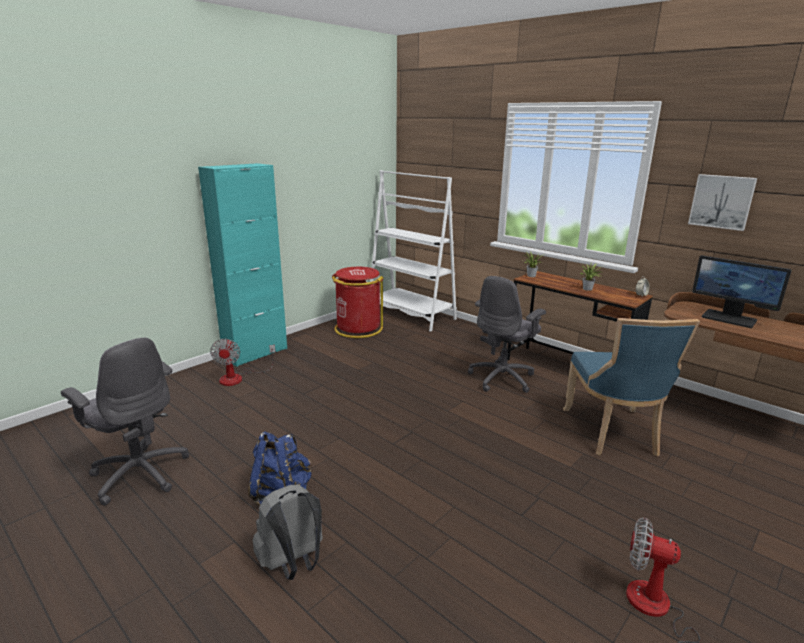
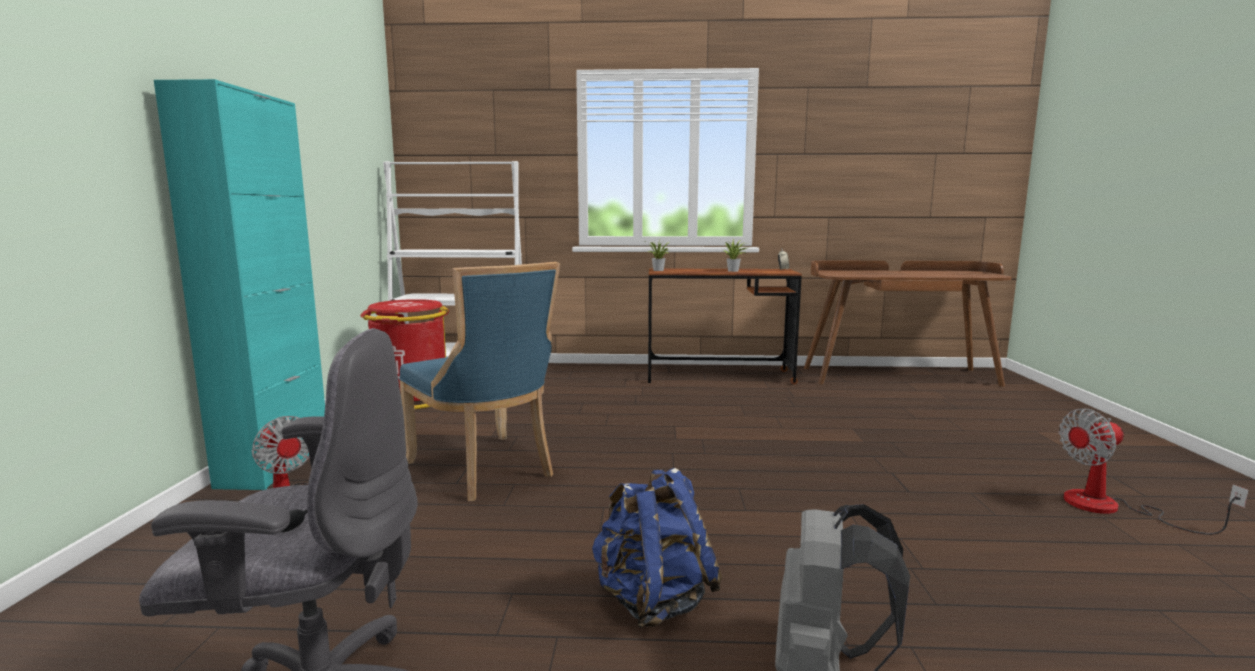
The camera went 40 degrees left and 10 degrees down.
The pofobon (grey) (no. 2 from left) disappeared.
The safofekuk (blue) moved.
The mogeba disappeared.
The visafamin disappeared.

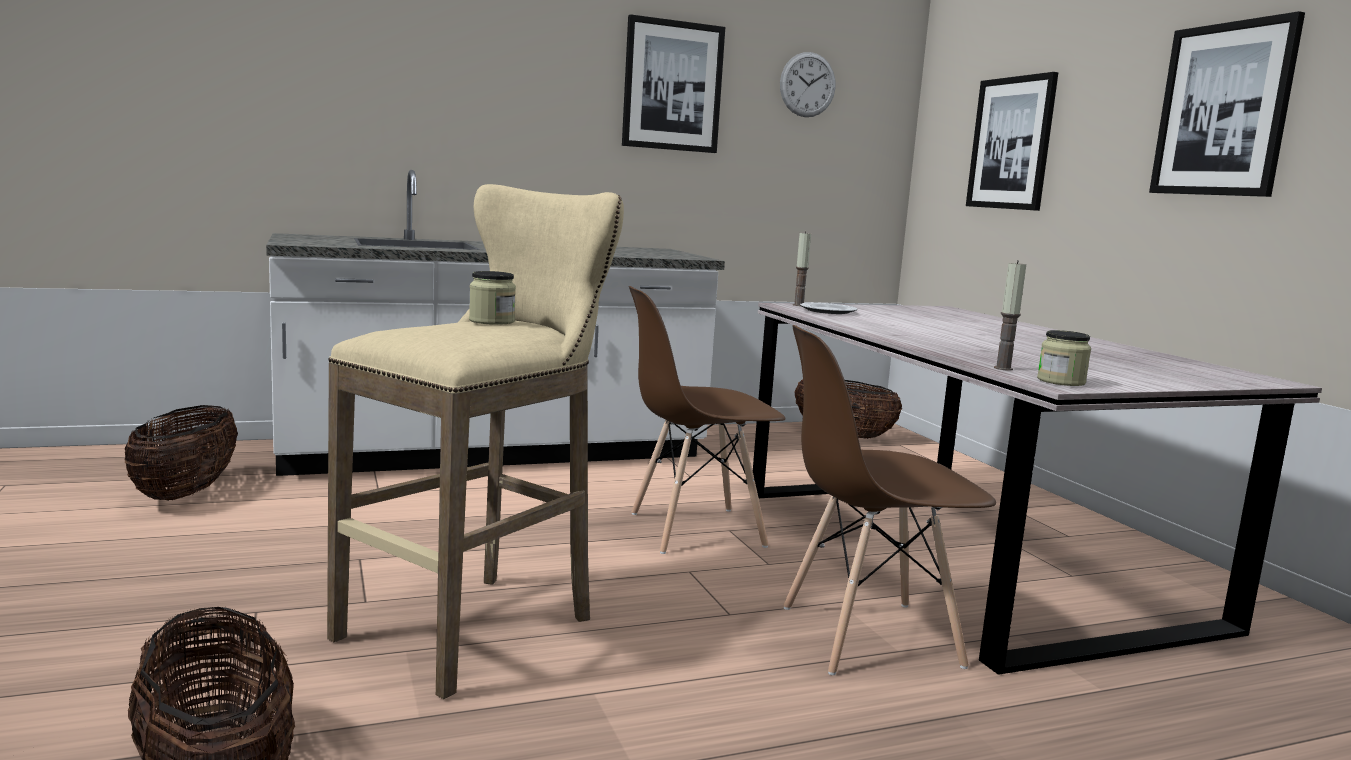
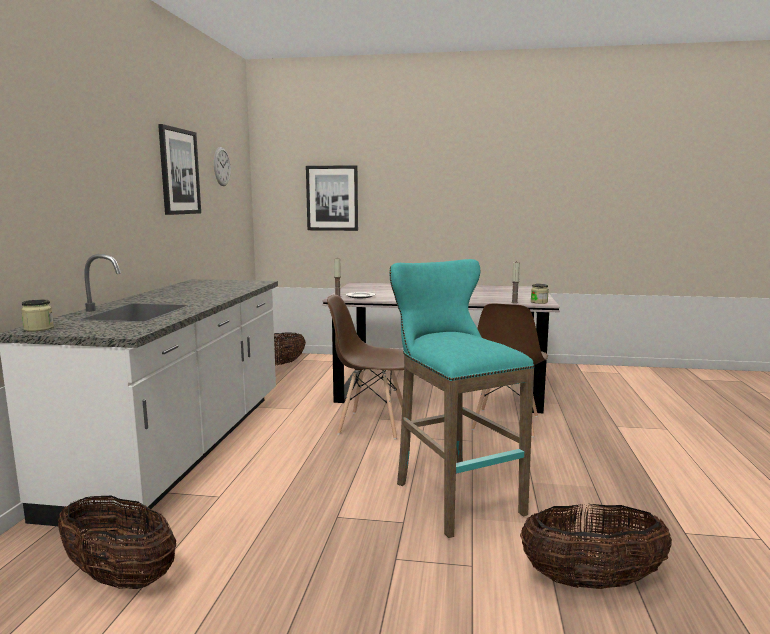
The camera went 60 degrees left and 0 degrees up.
The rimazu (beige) became the rimazu (turquoise).
The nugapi (no. 1 from left) moved.
The safofekuk (brown) (no. 1 from left) turned 90 degrees clockwise.
The mogeba (no. 3 from left) disappeared.

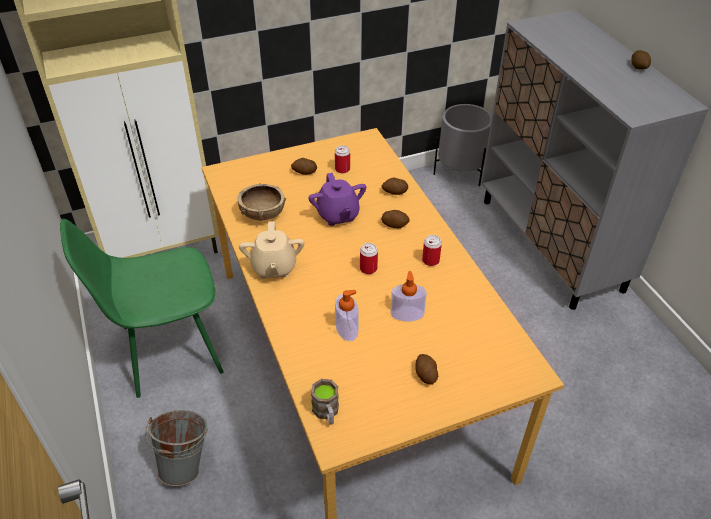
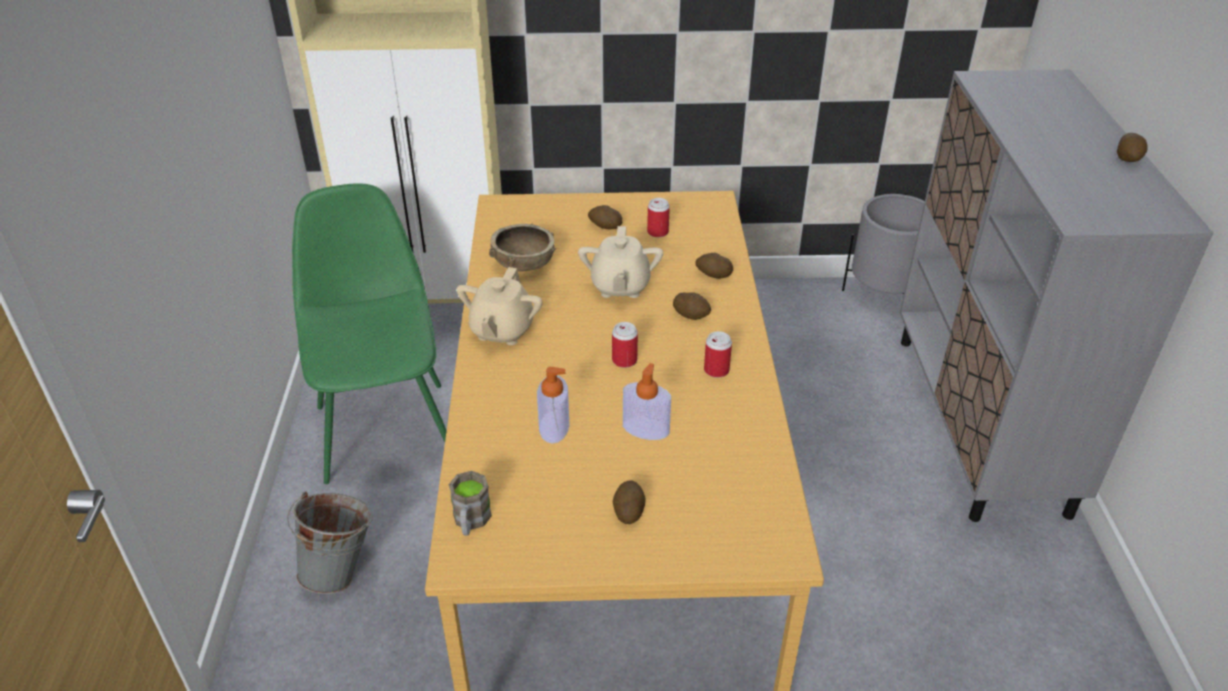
The camera went 20 degrees right and 5 degrees down.
The safofekuk (green) turned 75 degrees clockwise.
The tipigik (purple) became the tipigik (beige) (no. 2 from left).

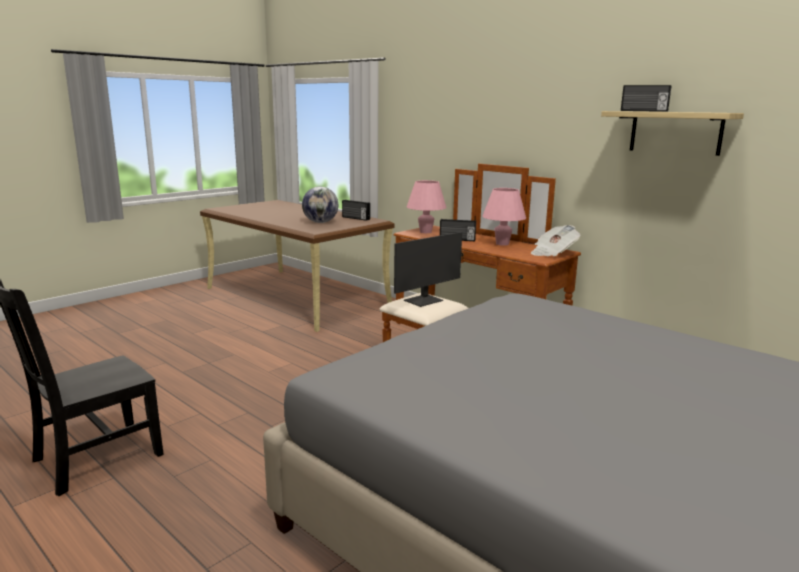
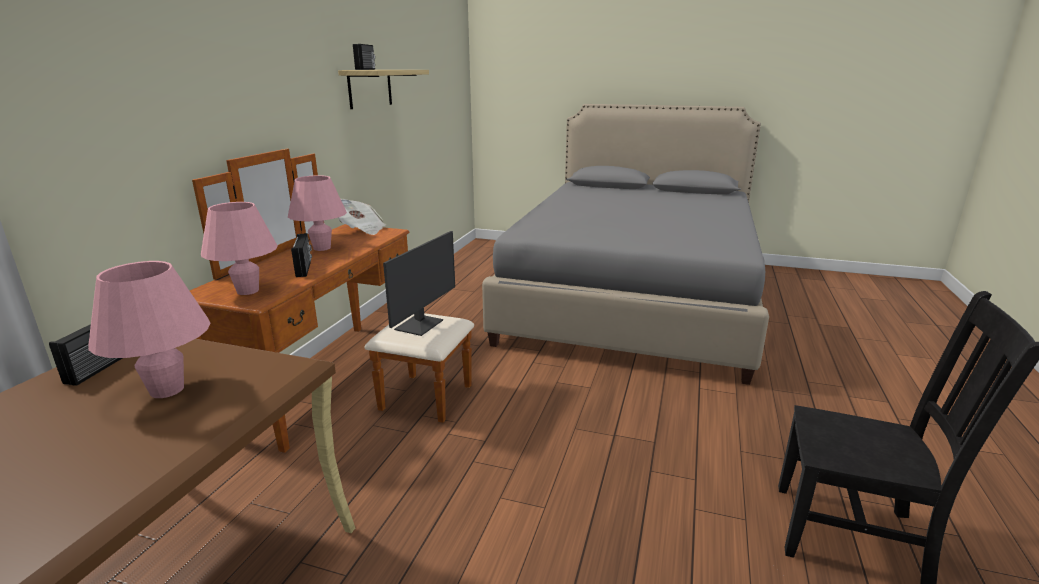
The camera went 115 degrees left and 5 degrees up.
The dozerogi was replaced by the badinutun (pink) (no. 1 from left).
The visafamin turned 90 degrees clockwise.

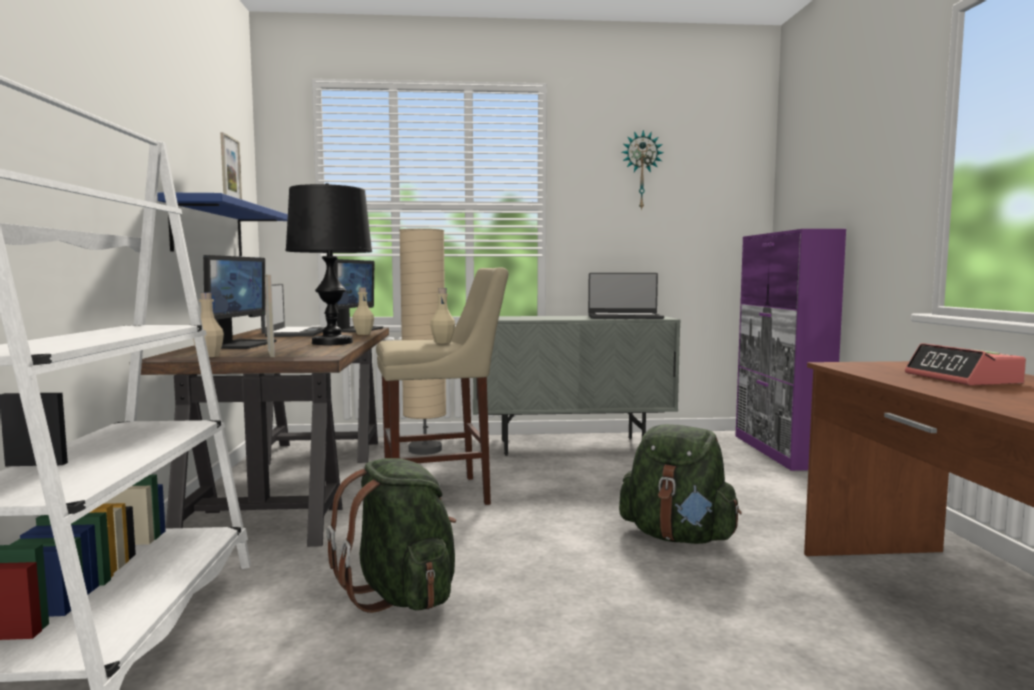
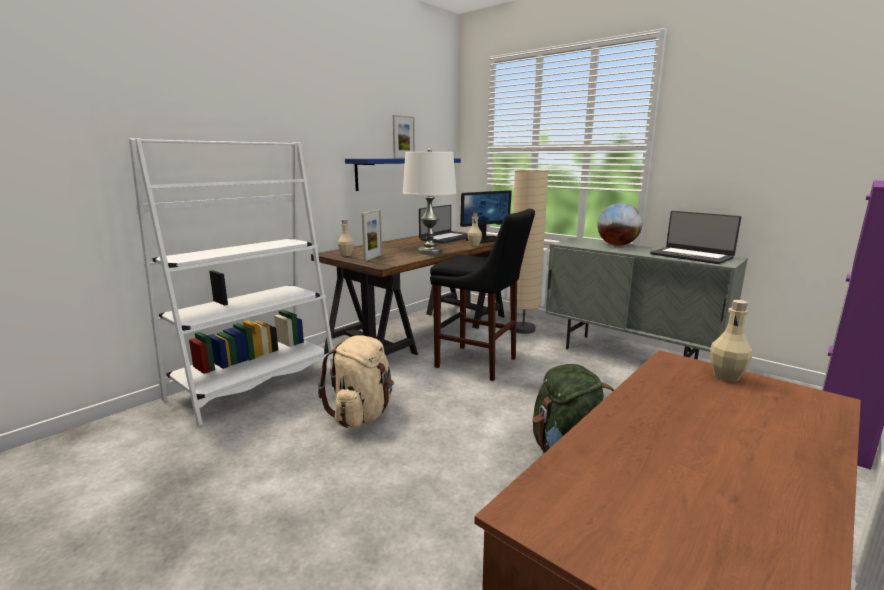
The camera went 45 degrees right and 10 degrees up.
The visafamin (no. 1 from left) disappeared.
The badinutun (black) became the badinutun (white).
The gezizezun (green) (no. 1 from left) became the gezizezun (beige).
The rimazu (beige) became the rimazu (black).
The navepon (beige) (no. 3 from left) moved.
The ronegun disappeared.
The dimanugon disappeared.
The dozerogi appeared.

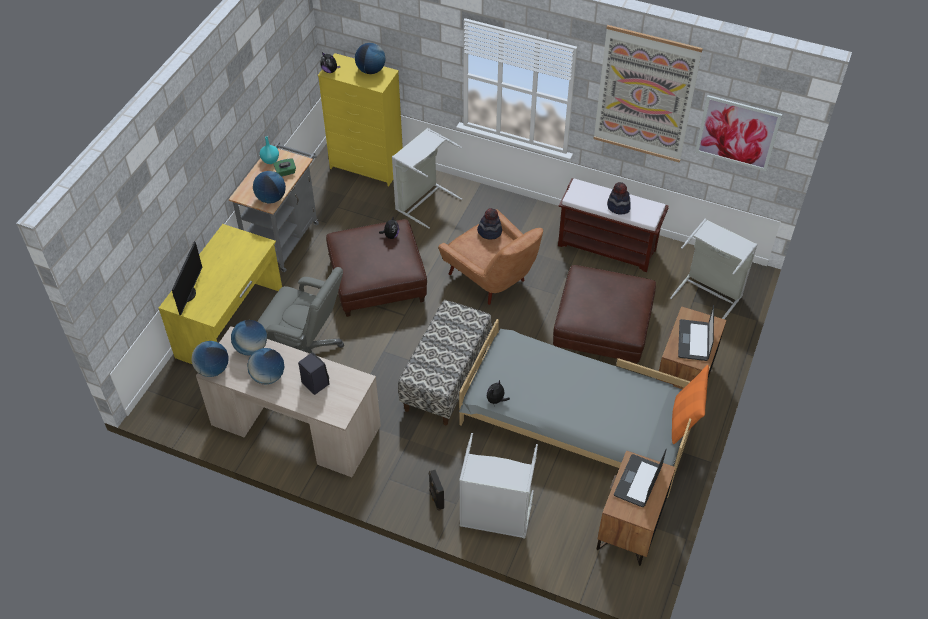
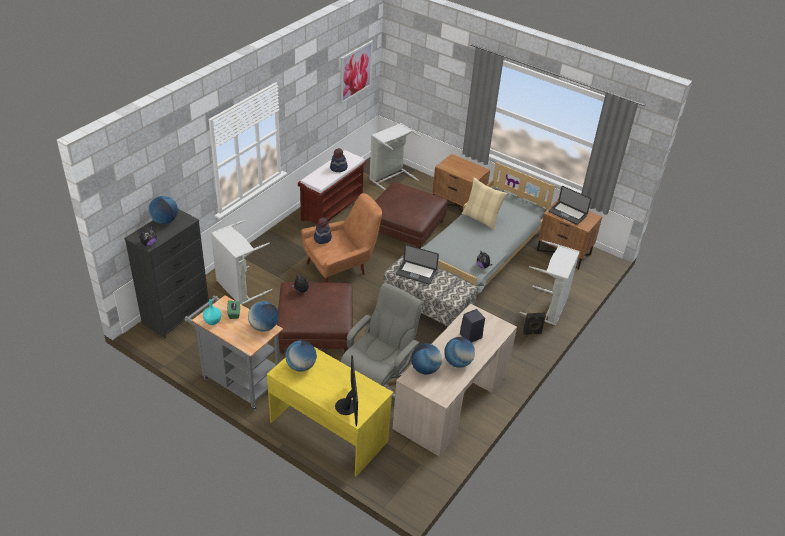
The camera went 80 degrees left and 10 degrees down.
The visafamin turned 60 degrees clockwise.
The dozerogi (no. 1 from left in the first image) moved.
The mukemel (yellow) became the mukemel (black).
The mogeba (no. 1 from left) disappeared.
The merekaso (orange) disappeared.
The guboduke (no. 2 from left in the first image) moved.
The merekaso (beige) appeared.

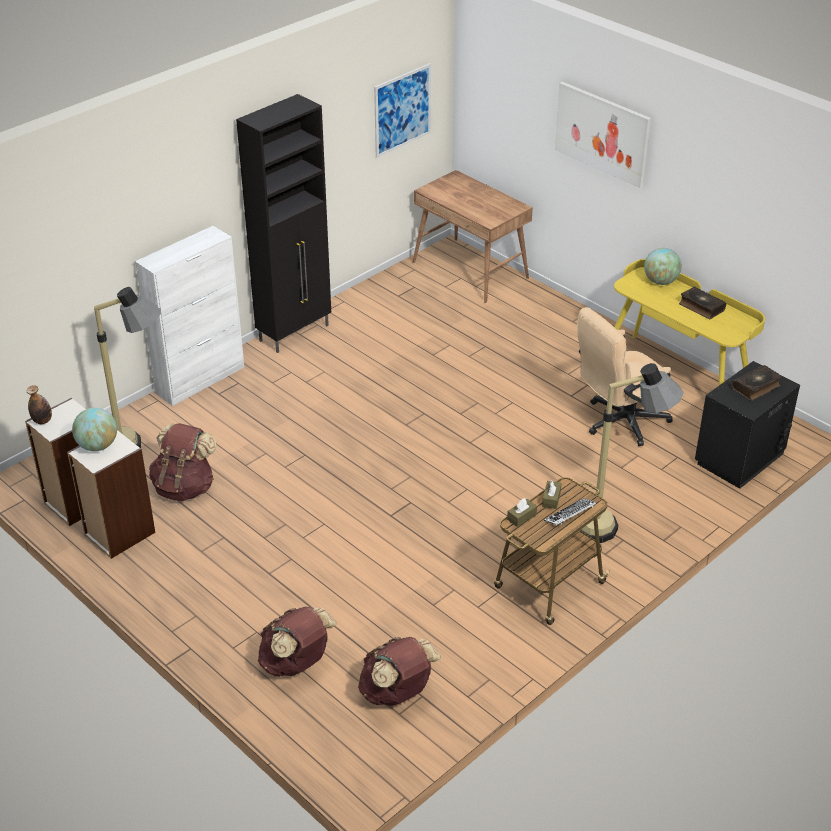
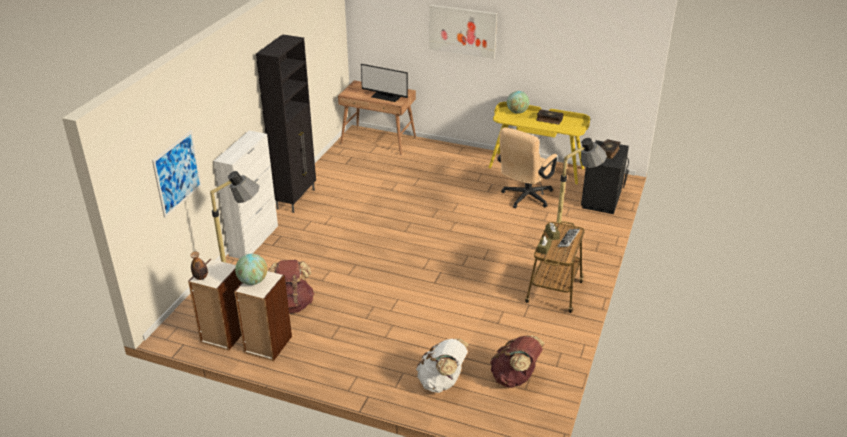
The camera went 25 degrees left and 5 degrees down.
The gezizezun (brown) (no. 2 from left) became the gezizezun (white).
The mogeba (no. 1 from left) moved.
The visafamin appeared.

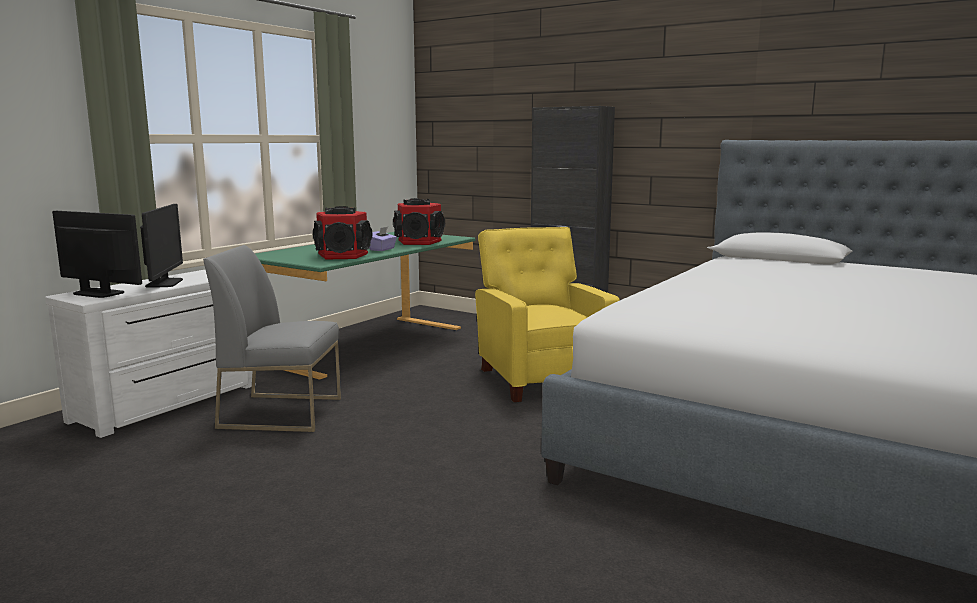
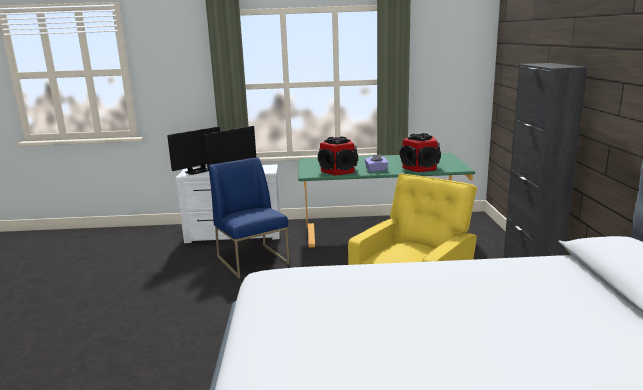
The camera went 55 degrees right and 5 degrees up.
The visafamin (no. 1 from left) turned 60 degrees clockwise.
The safofekuk (grey) became the safofekuk (blue).

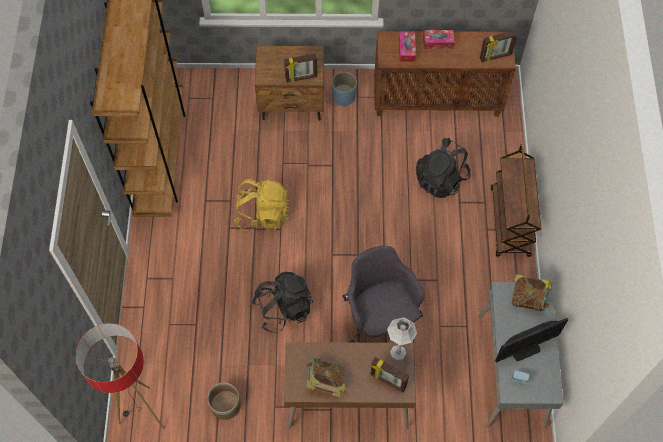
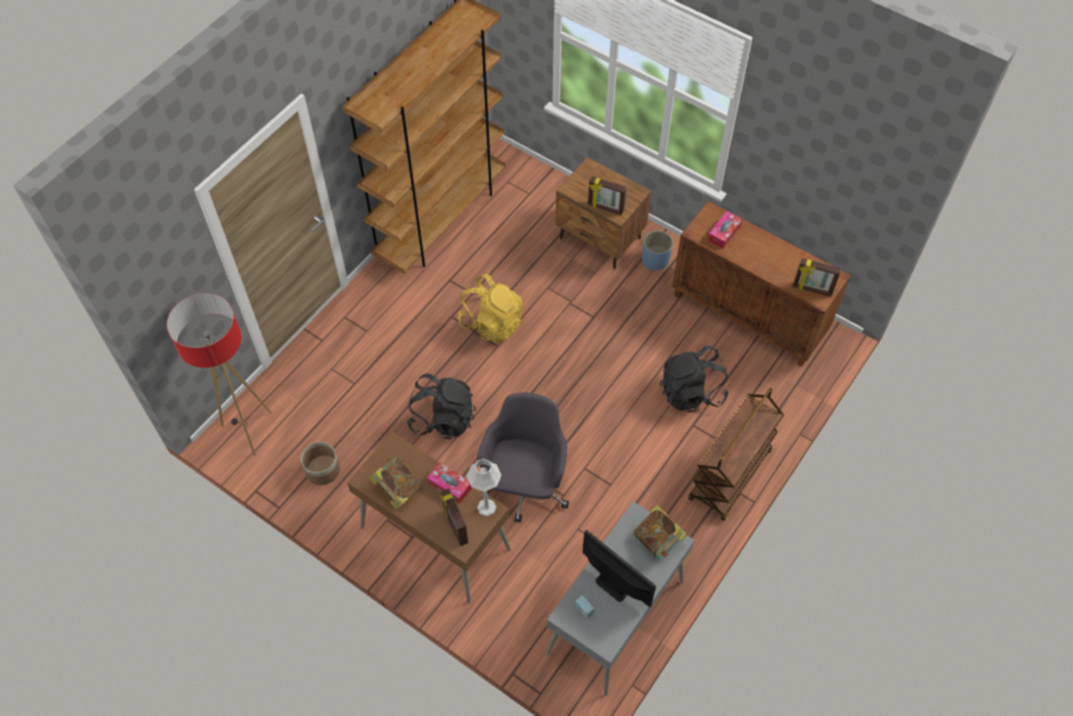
The camera went 35 degrees right and 5 degrees down.
The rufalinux (no. 2 from left in the first image) moved.
The visafamin turned 150 degrees counterclockwise.

